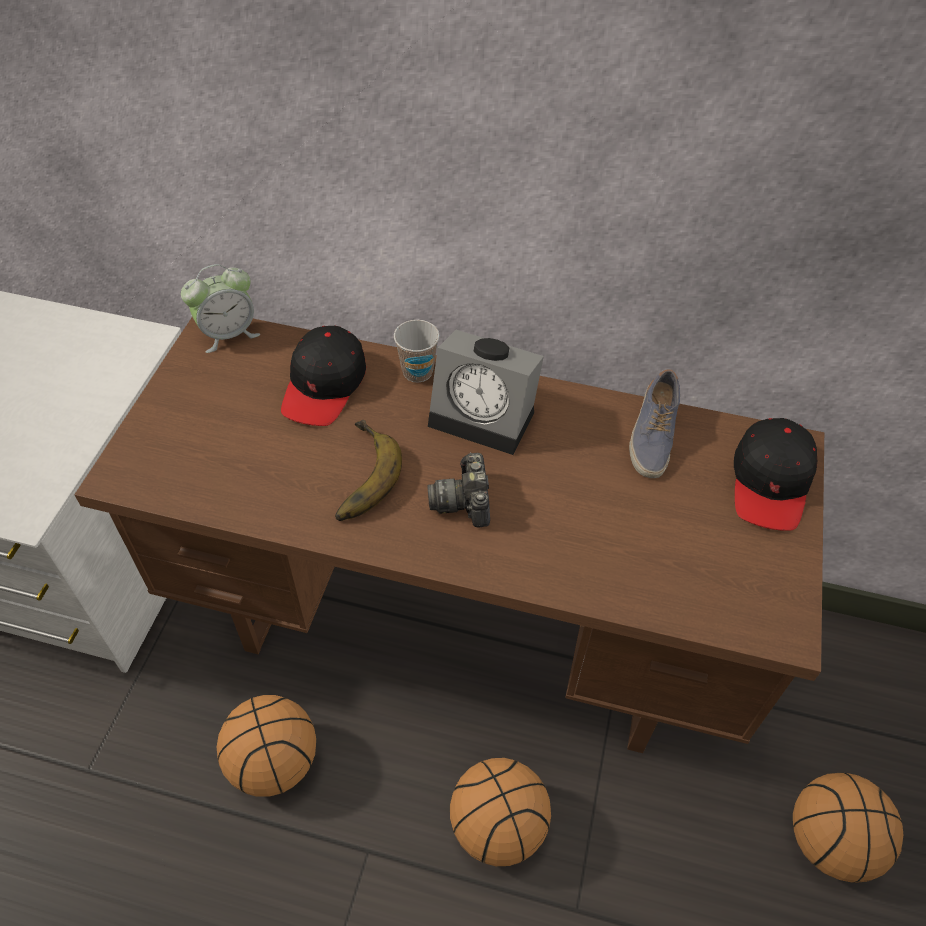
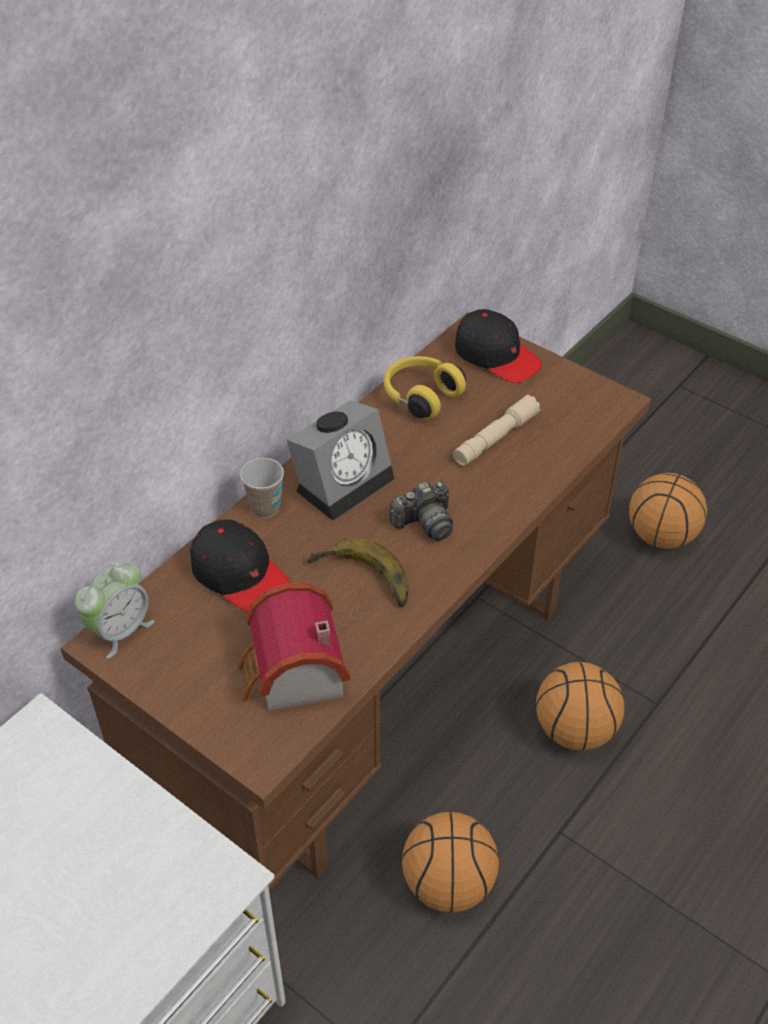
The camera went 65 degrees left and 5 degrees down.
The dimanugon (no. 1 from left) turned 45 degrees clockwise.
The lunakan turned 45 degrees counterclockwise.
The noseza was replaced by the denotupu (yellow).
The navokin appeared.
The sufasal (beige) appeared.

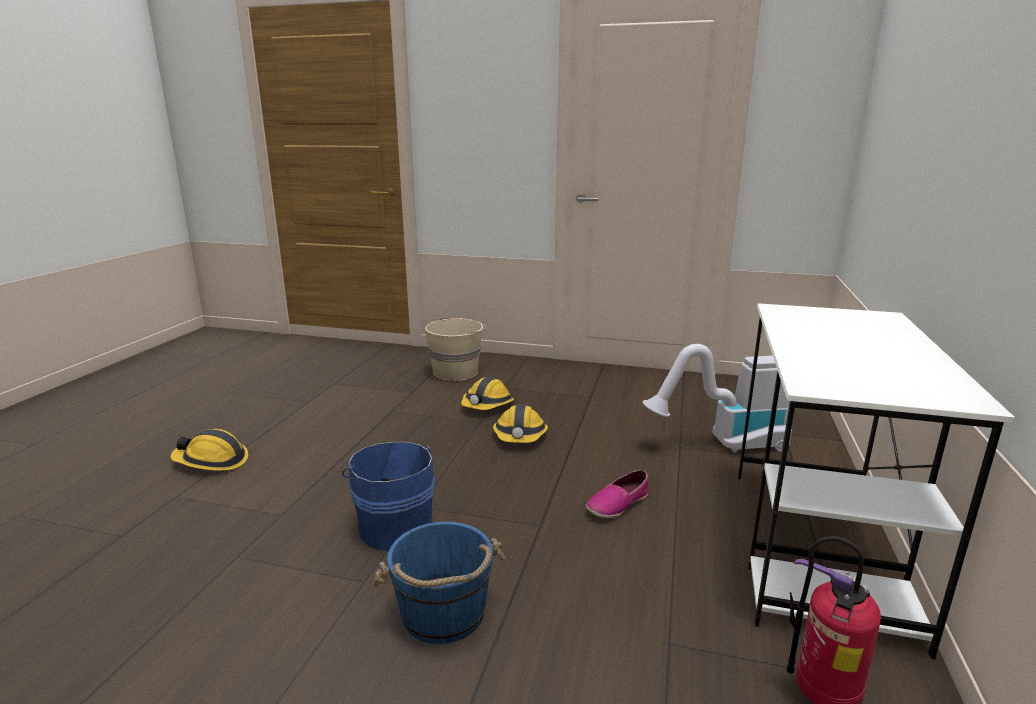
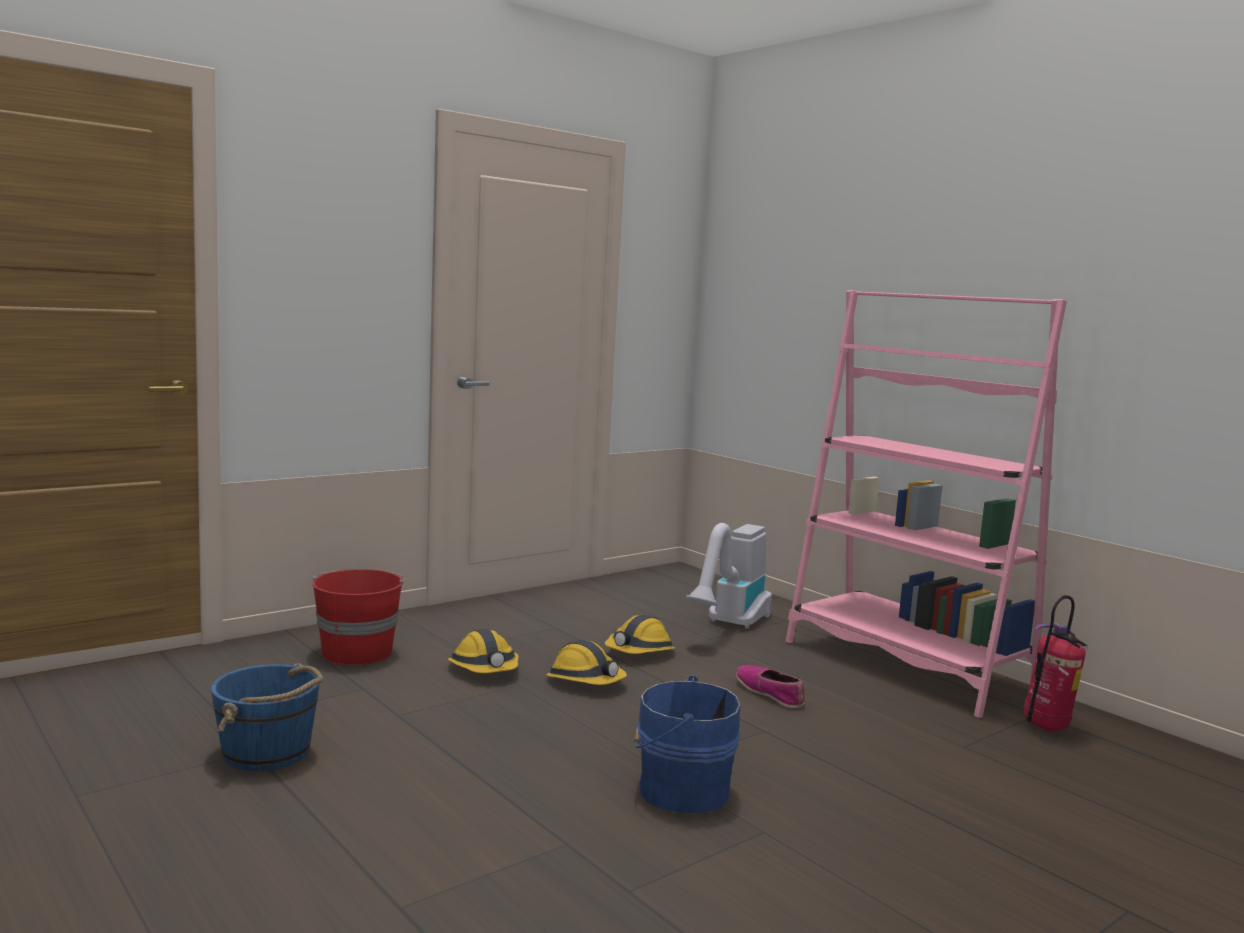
The camera went 55 degrees left and 10 degrees down.
The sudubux (no. 1 from left in the first image) moved.
The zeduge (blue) (no. 2 from left in the first image) moved.
The zeduge (beige) became the zeduge (red).
The noseza turned 150 degrees clockwise.
The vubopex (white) was replaced by the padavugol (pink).

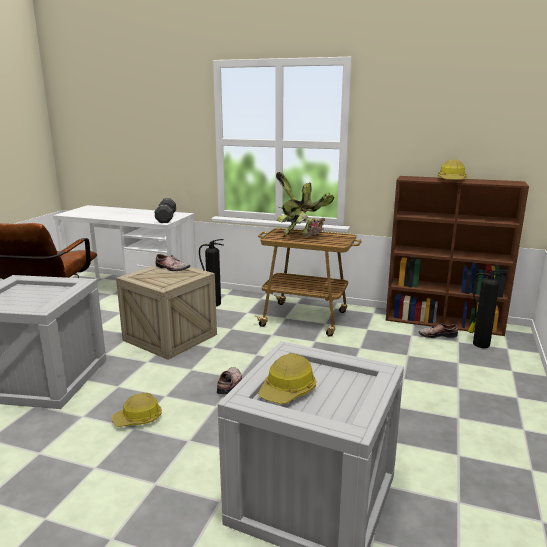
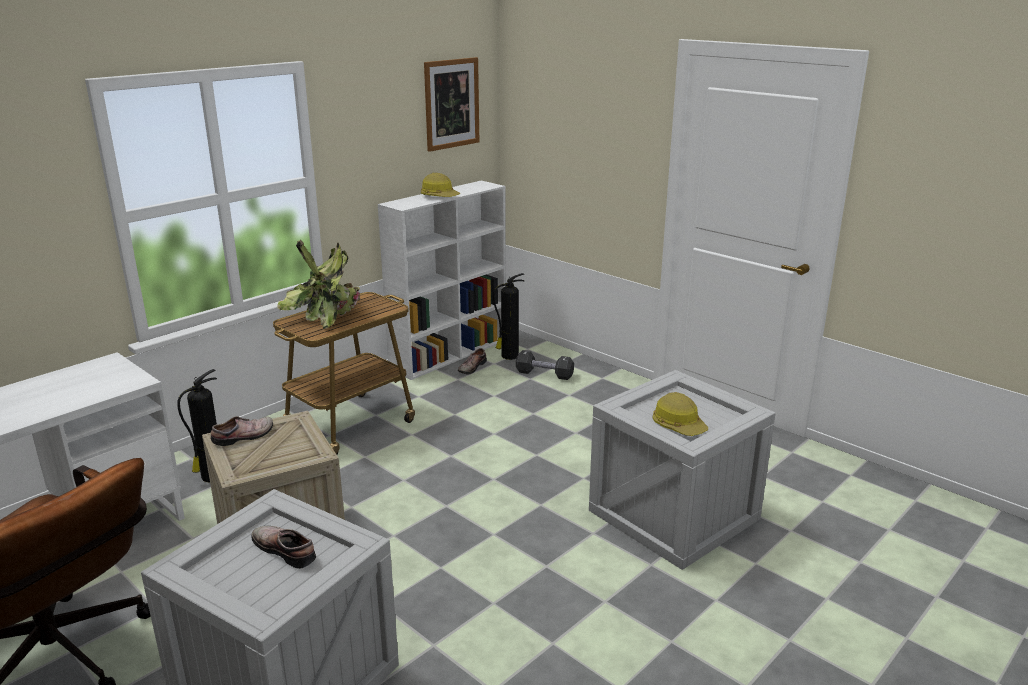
The camera went 65 degrees left and 5 degrees up.
The sudubux (no. 1 from left) disappeared.
The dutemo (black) moved.
The noseza (no. 2 from left) moved.
The padavugol (brown) became the padavugol (white).
The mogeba appeared.

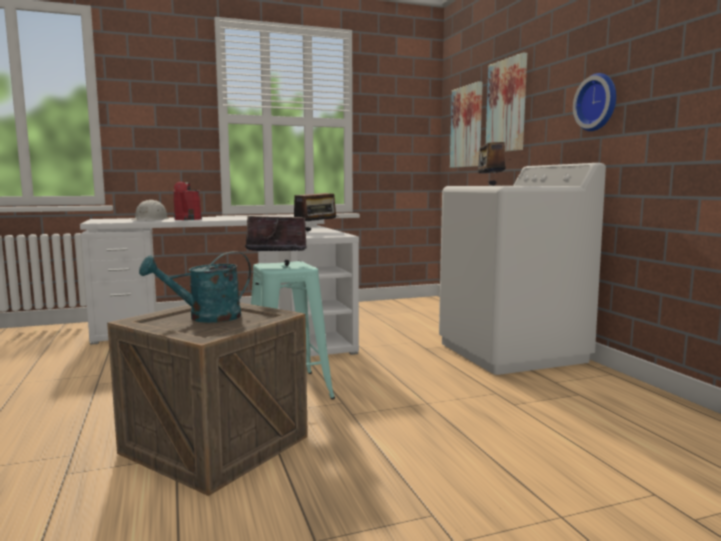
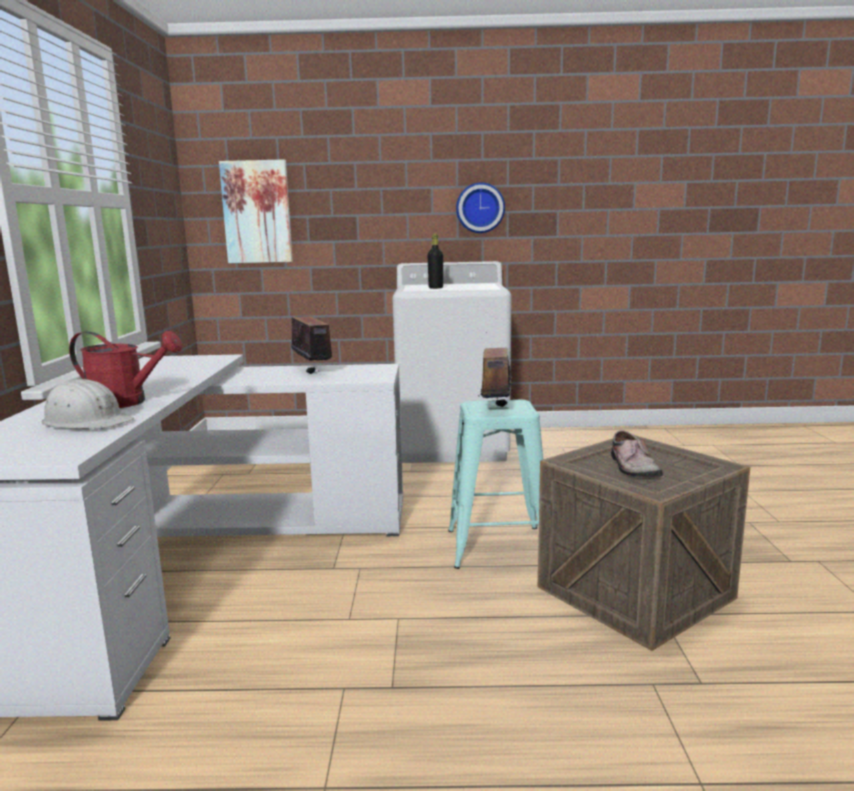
The camera went 70 degrees left and 5 degrees up.
The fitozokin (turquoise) was replaced by the noseza.
The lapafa (no. 3 from left) was replaced by the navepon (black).
The mogeba (no. 2 from left) disappeared.

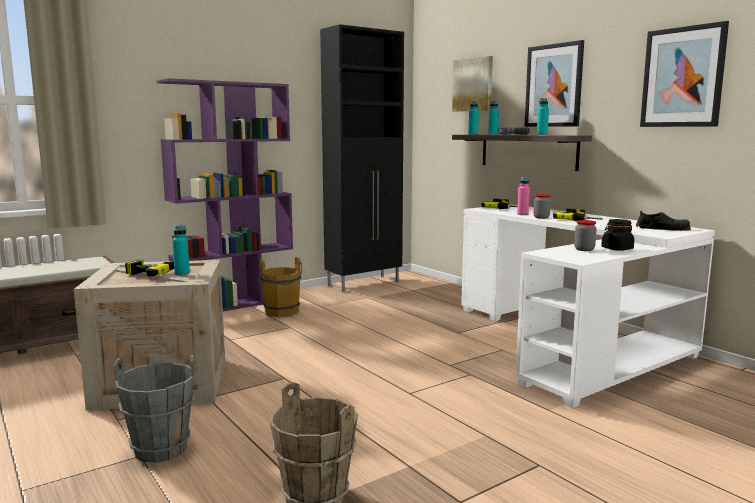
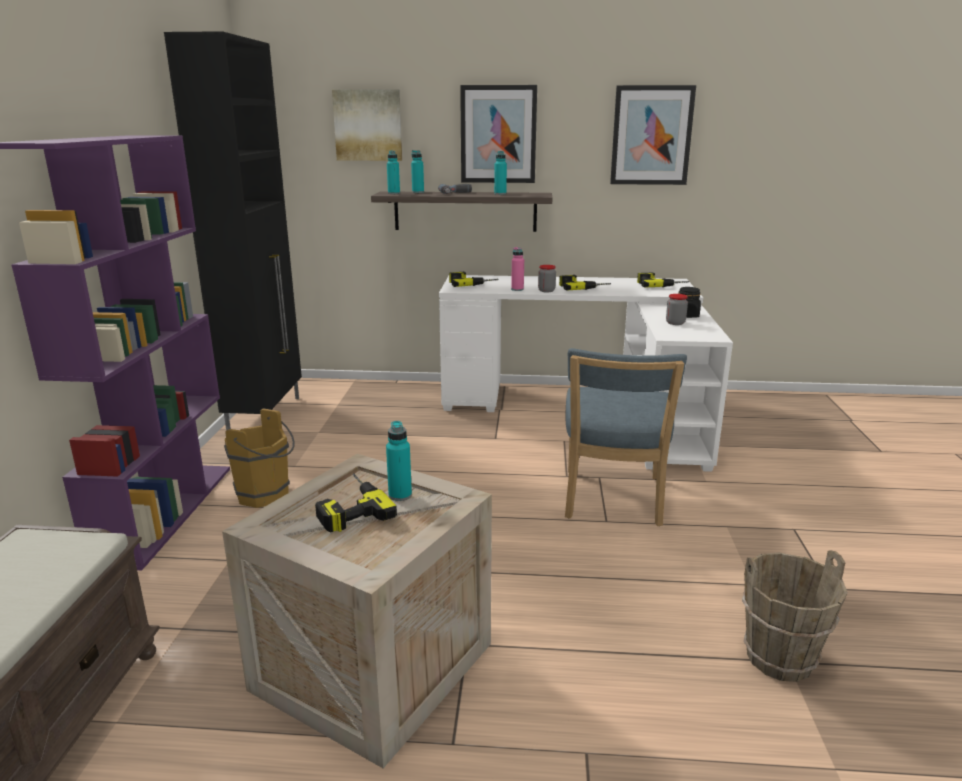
The camera went 50 degrees left and 10 degrees up.
The zeduge (grey) disappeared.
The noseza (black) was replaced by the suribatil (no. 5 from left).
The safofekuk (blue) appeared.

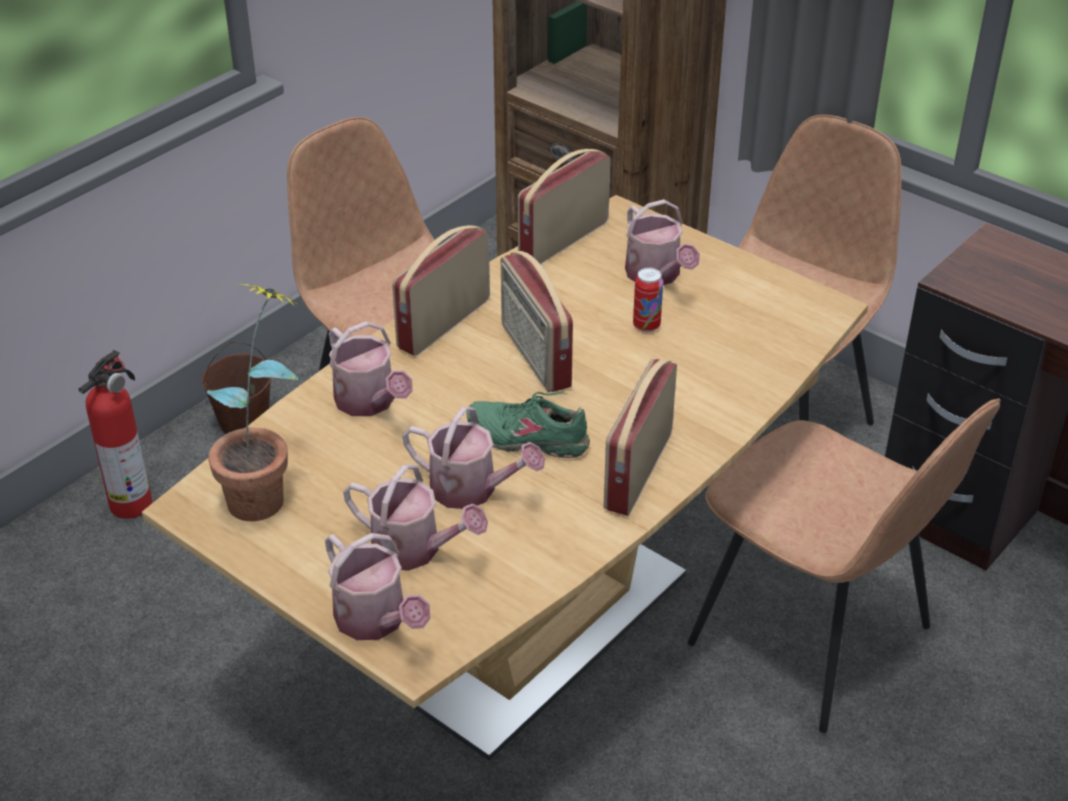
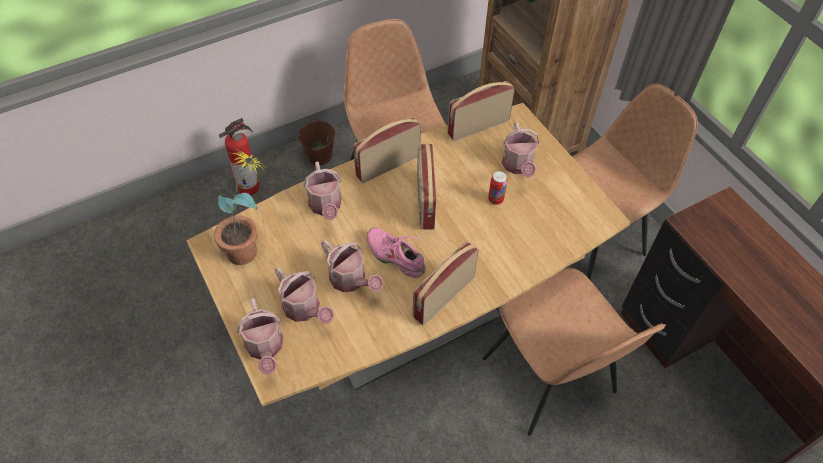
The camera went 20 degrees right and 15 degrees up.
The noseza (green) became the noseza (pink).

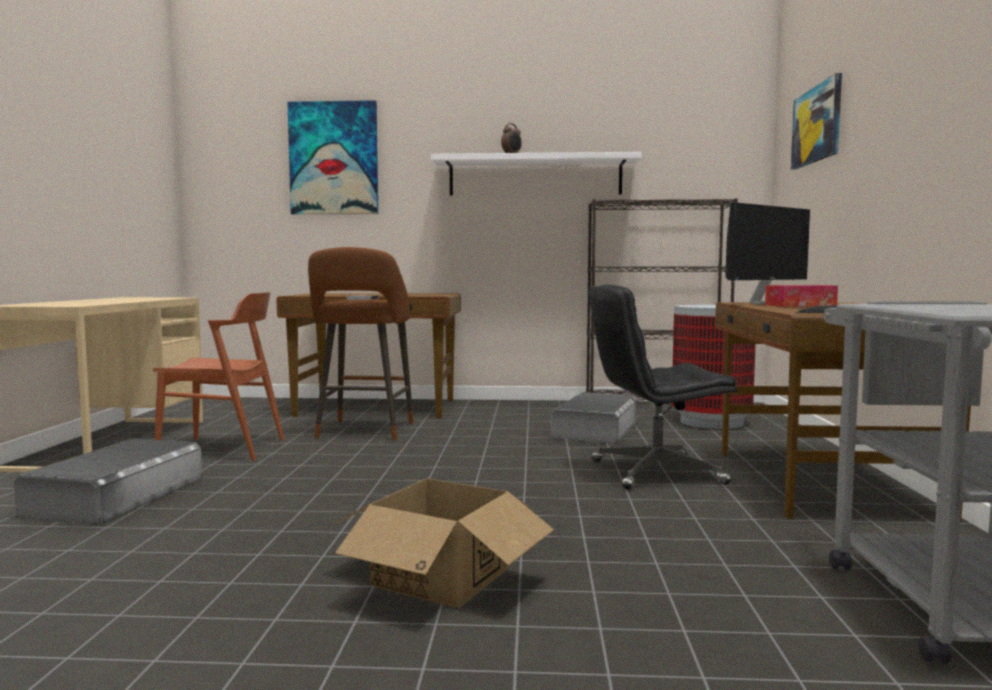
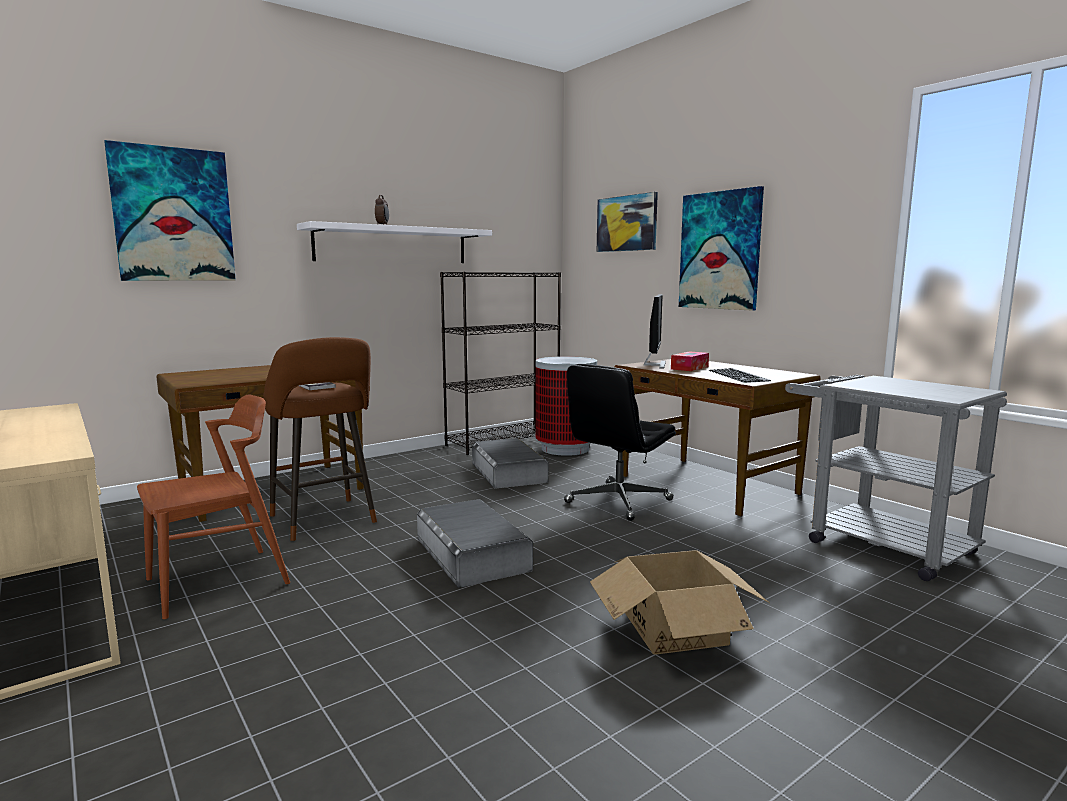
The camera went 40 degrees left and 5 degrees up.
The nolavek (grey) (no. 1 from left) moved.
The mogeba (no. 3 from left) appeared.

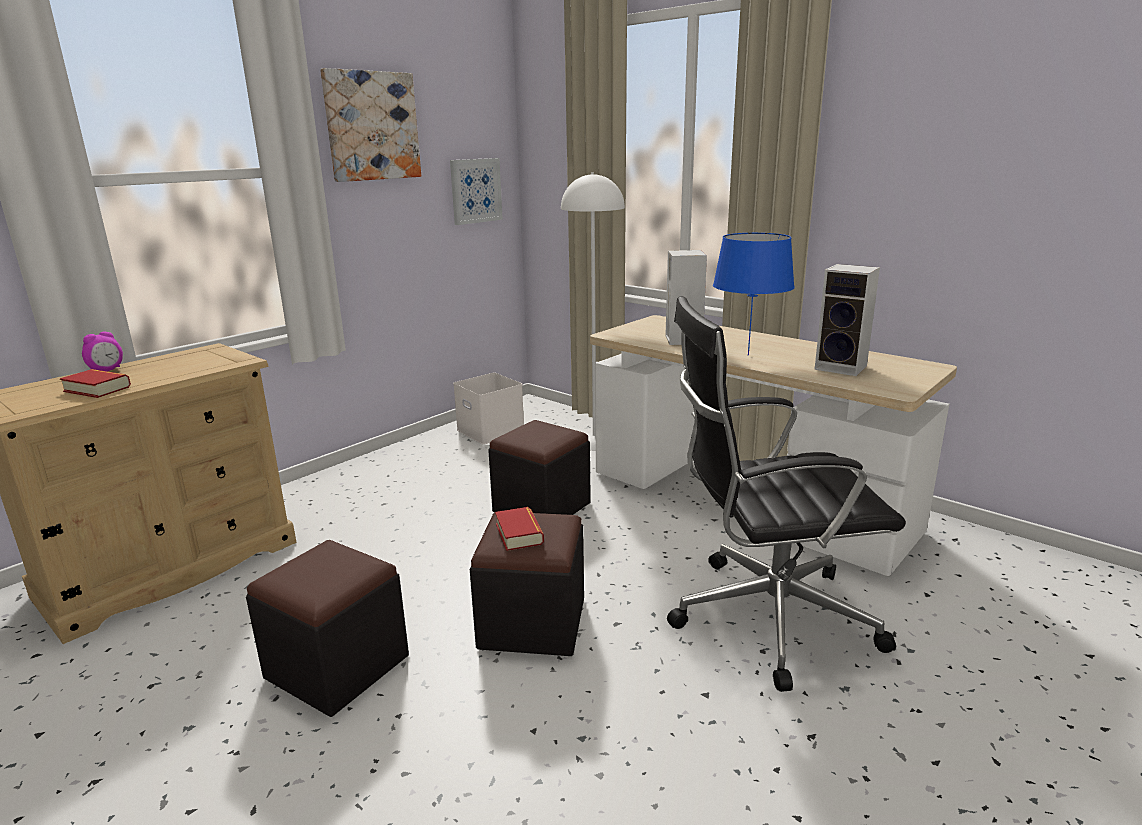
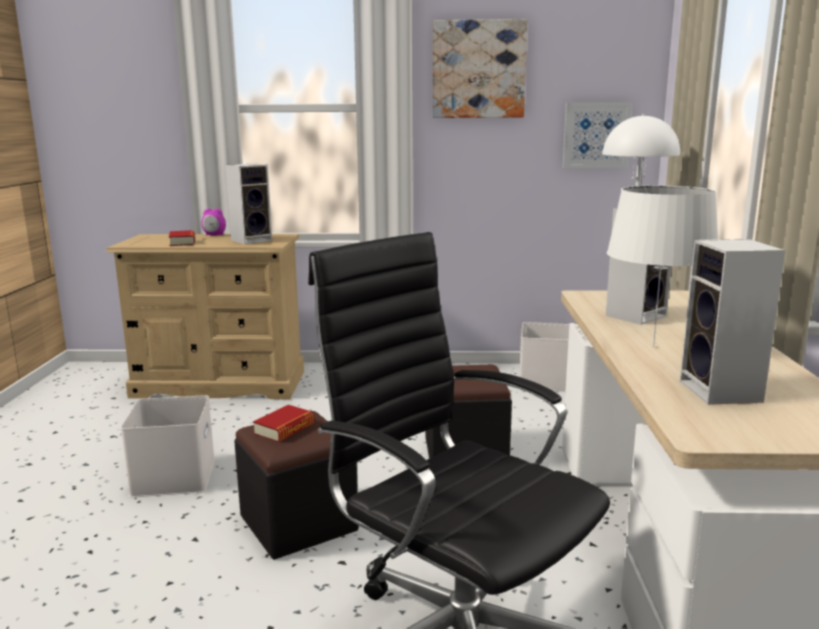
The camera went 50 degrees right and 5 degrees down.
The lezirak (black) (no. 1 from left) was replaced by the nolavek (white) (no. 1 from left).
The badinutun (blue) became the badinutun (white).
The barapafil (no. 1 from left) appeared.

